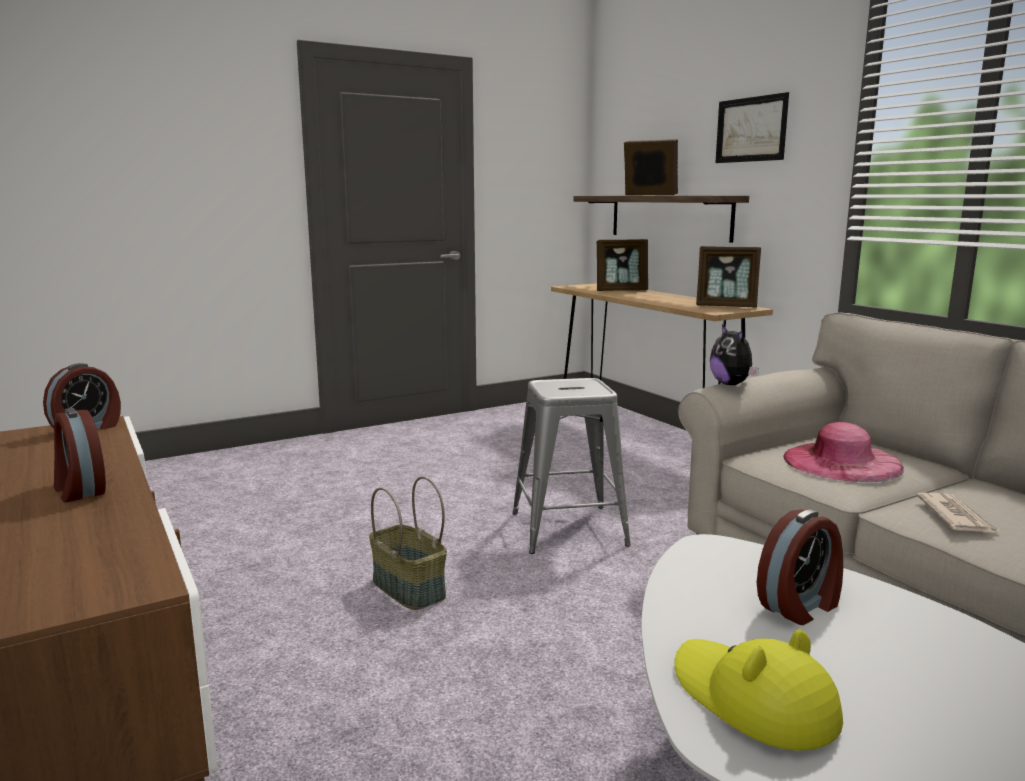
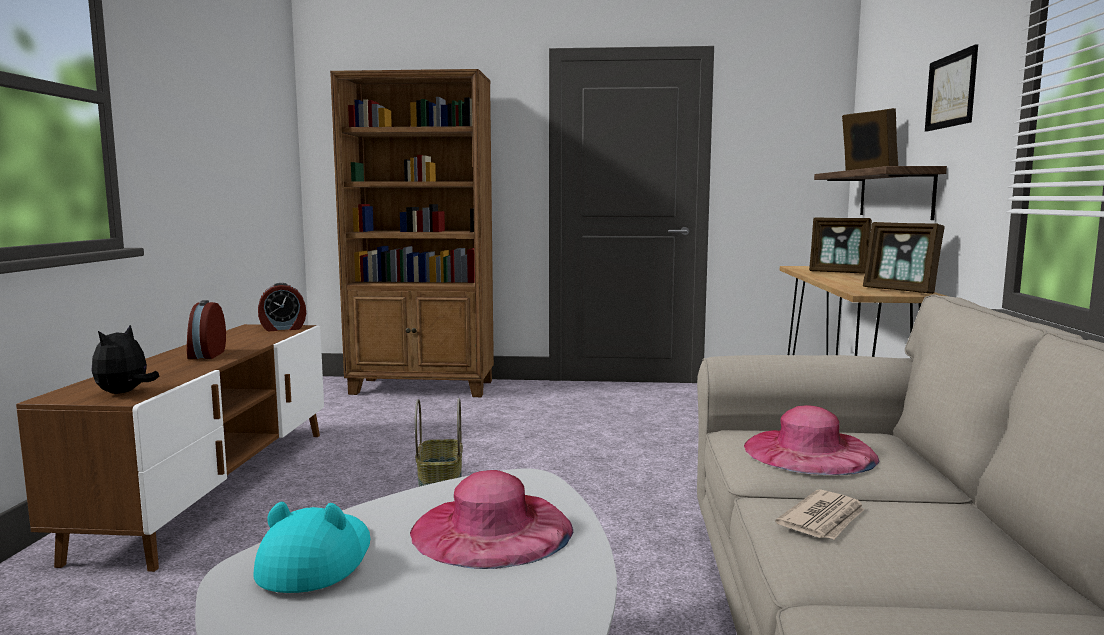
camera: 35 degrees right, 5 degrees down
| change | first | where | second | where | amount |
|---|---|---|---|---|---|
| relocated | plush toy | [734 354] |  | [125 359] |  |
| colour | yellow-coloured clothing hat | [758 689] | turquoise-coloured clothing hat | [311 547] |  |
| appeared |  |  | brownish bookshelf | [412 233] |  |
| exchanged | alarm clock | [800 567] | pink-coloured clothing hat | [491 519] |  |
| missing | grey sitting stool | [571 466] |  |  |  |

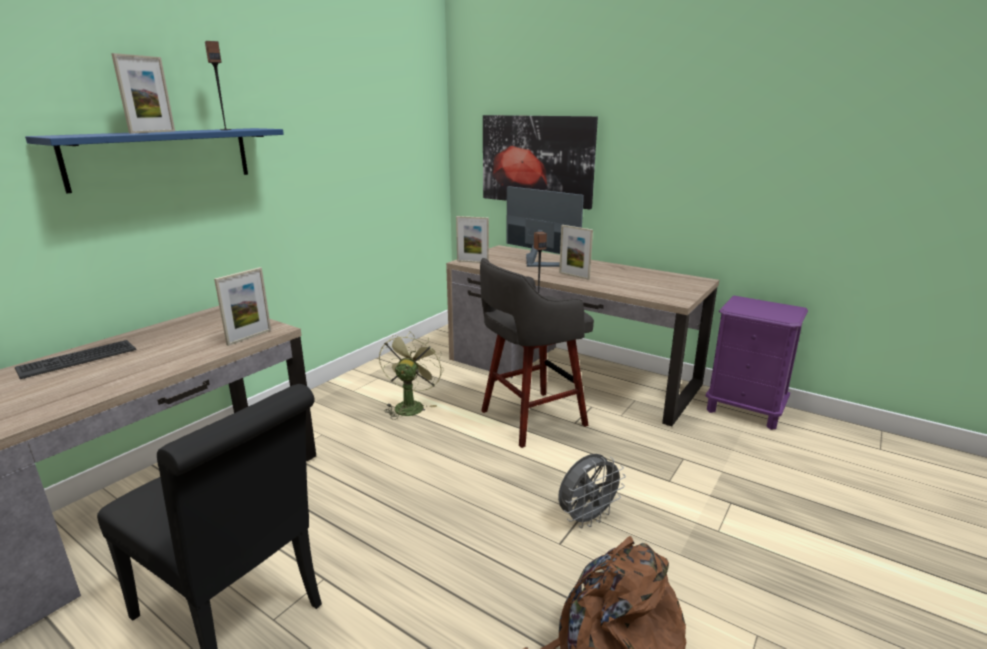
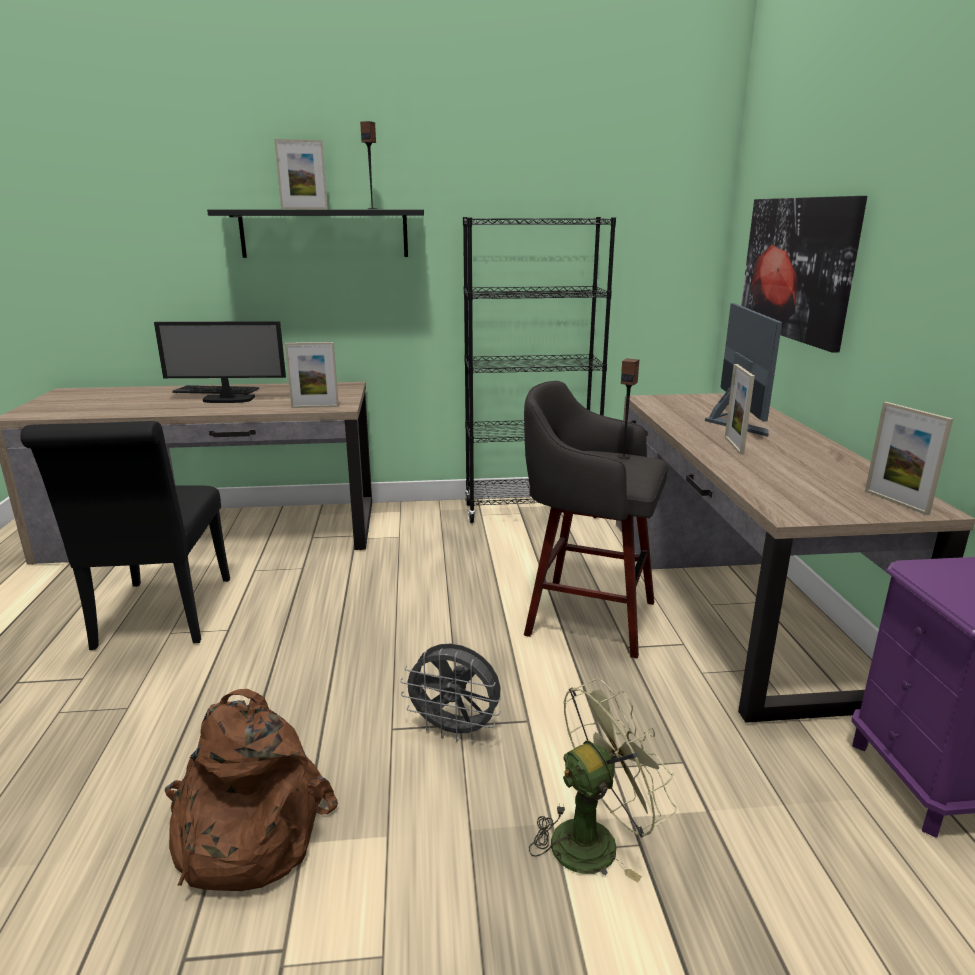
camera: 50 degrees right, 0 degrees up
| change | first | where | second | where | amount |
|---|---|---|---|---|---|
| appeared |  |  | computer display | [220 362] |  |
| colour | blue-coloured shelf | [154 160] | black-coloured shelf | [315 233] |  |
| appeared |  |  | black-coloured bookshelf | [539 370] |  |
| relocated | green electric fan | [411 375] |  | [602 780] |  |
| relocated | picture frame | [472 239] |  | [909 458] |  |

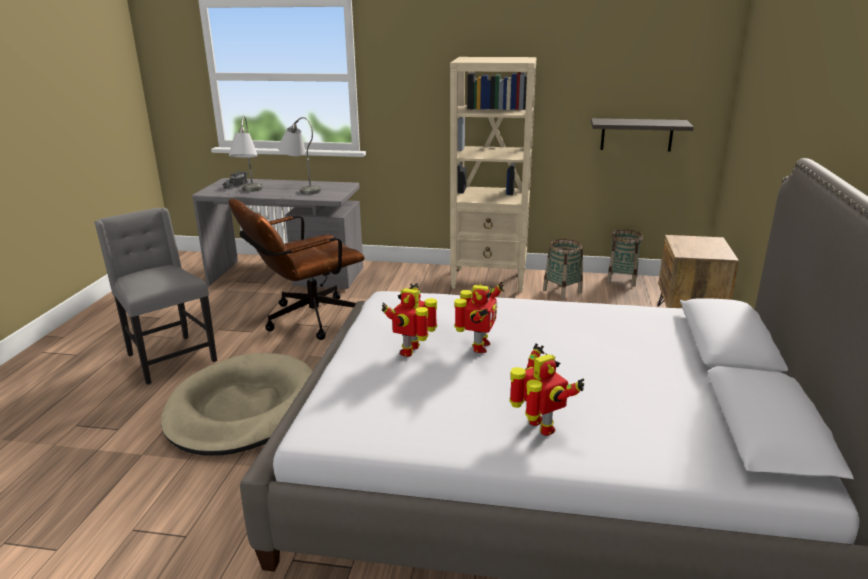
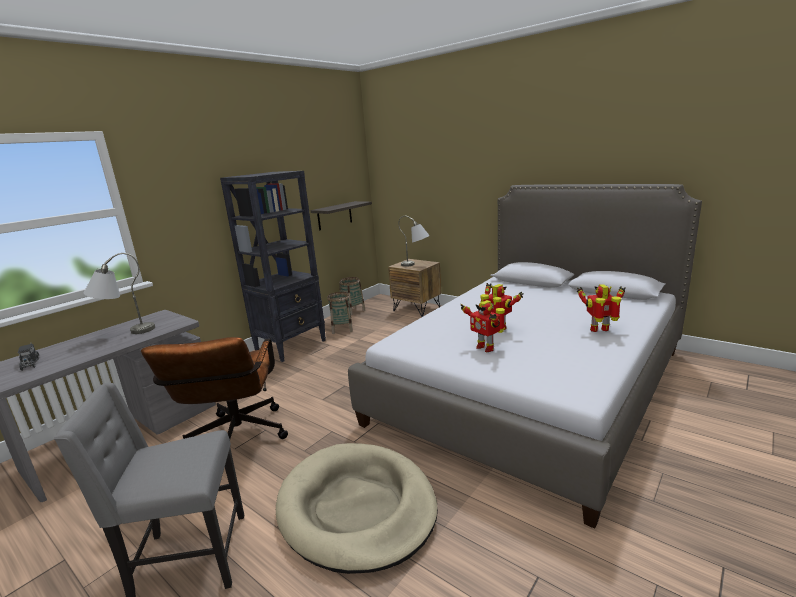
camera: 60 degrees left, 5 degrees down
| change | first | where | second | where | amount |
|---|---|---|---|---|---|
| colour | sand-coloured bookshelf | [493 174] | black-coloured bookshelf | [273 266] |  |
| relocated | grey table lamp | [246 154] |  | [414 241] |  |

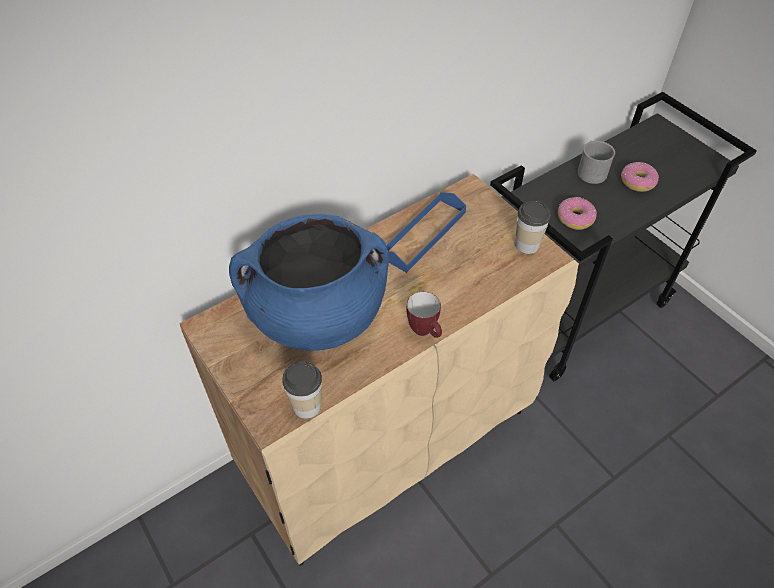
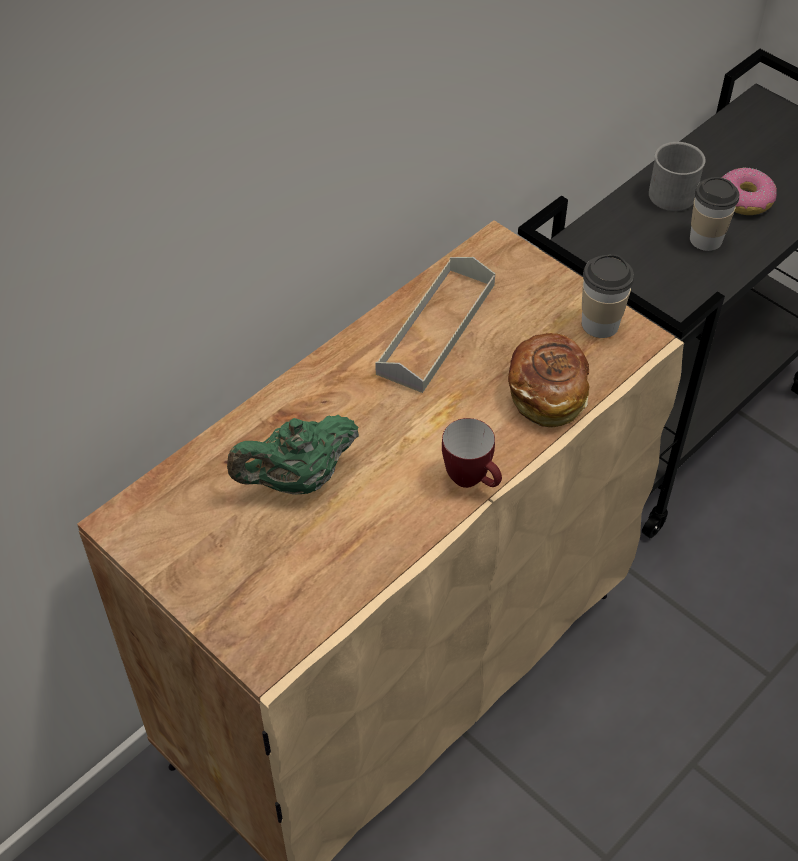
camera: 10 degrees left, 0 degrees up
| change | first | where | second | where | amount |
|---|---|---|---|---|---|
| exchanged | blue-coloured saucepot | [309 282] | green teapot | [293 455] |  |
| colour | blue-coloured tray | [426 232] | grey tray | [435 325] |  |
| appeared |  |  | baked bread | [548 380] |  |
| relocated | cup | [302 390] |  | [714 214] |  |
| missing | donut | [577 213] |  |  |  |

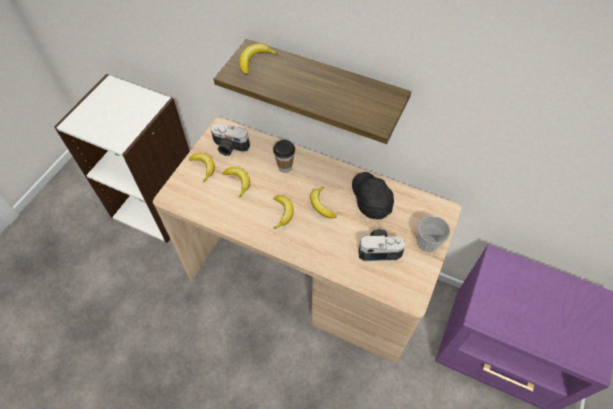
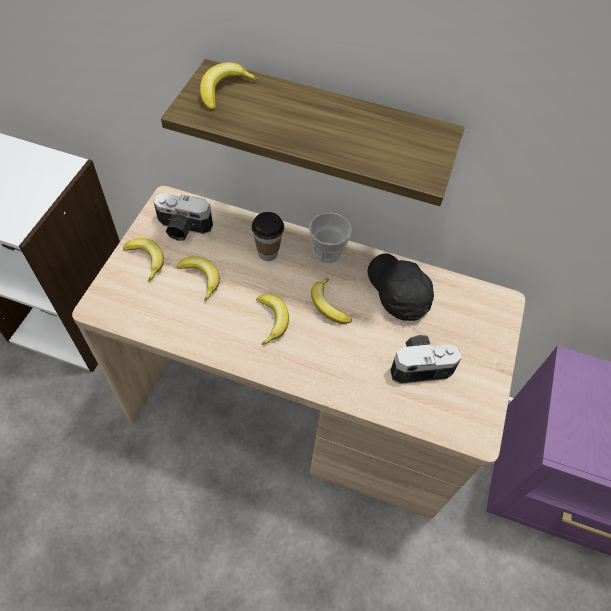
camera: 10 degrees left, 0 degrees up
| change | first | where | second | where | amount |
|---|---|---|---|---|---|
| relocated | cup | [434 234] |  | [330 238] |  |

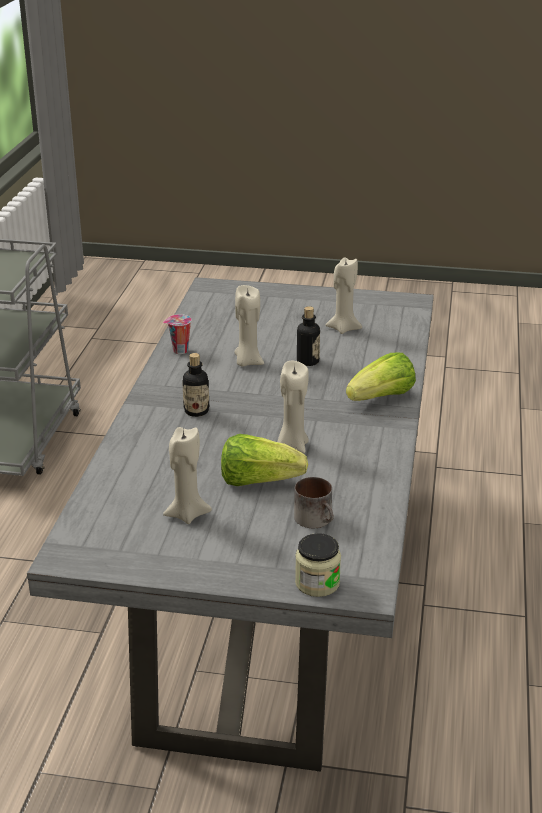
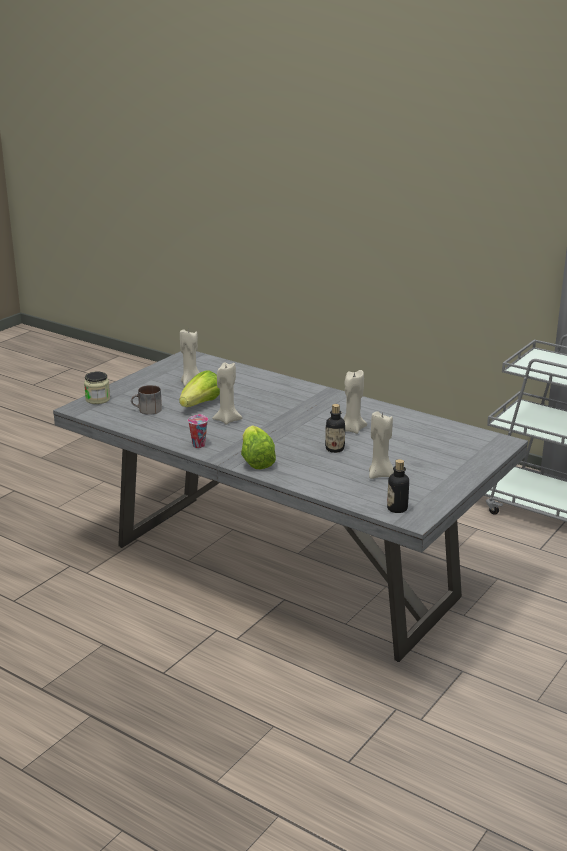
camera: 115 degrees right, 5 degrees down
| change | first | where | second | where | amount |
|---|---|---|---|---|---|
| relocated | cup | [177 334] |  | [198 431] |  |
| relocated | beverage bottle | [195 385] |  | [398 486] |  |

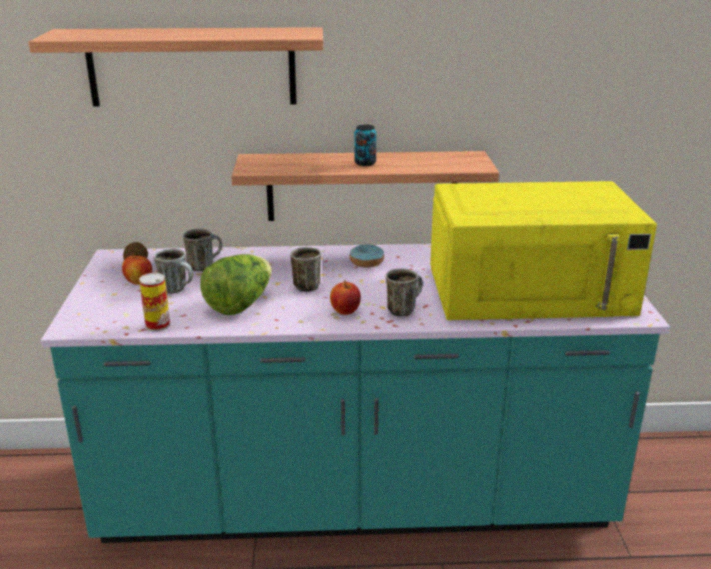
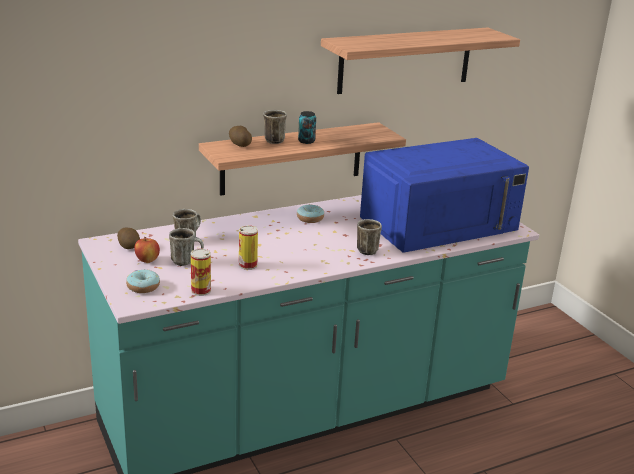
camera: 25 degrees left, 0 degrees up
| change | first | where | second | where | amount |
|---|---|---|---|---|---|
| appeared |  |  | donut | [143 281] |  |
| appeared |  |  | whole potato | [240 136] |  |
| exchanged | lettuce head | [236 284] | metal can | [248 247] |  |
| relocated | coffee mug | [305 269] |  | [275 127] |  |
| relocated | shelf | [175 67] |  | [420 60] |  |
| colour | yellow-coloured microwave oven | [543 250] | blue-coloured microwave oven | [444 195] |  |
| missing | whole apple | [345 297] |  |  |  |

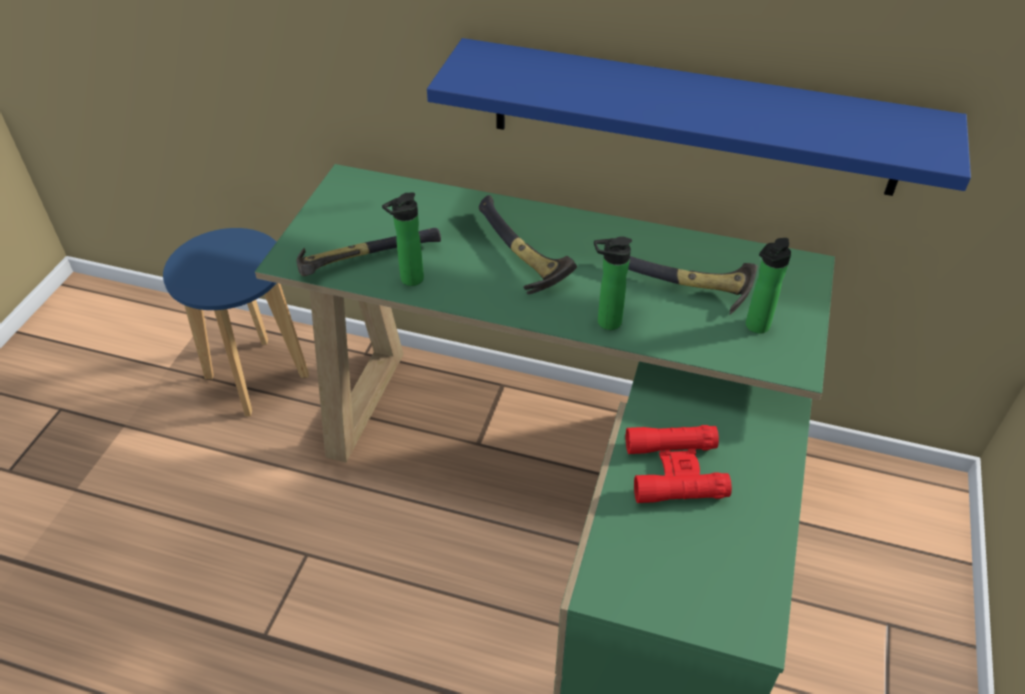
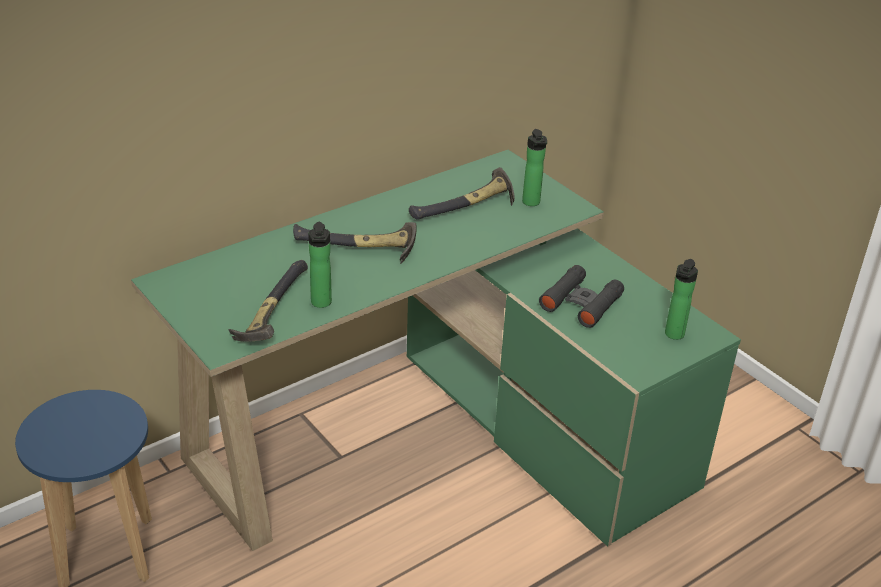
camera: 55 degrees left, 10 degrees down
| change | first | where | second | where | amount |
|---|---|---|---|---|---|
| colour | red binoculars | [679 464] | black-coloured binoculars | [581 296] |  |
| relocated | beverage bottle | [613 283] |  | [681 299] |  |
| missing | blue-coloured shelf | [699 117] |  |  |  |

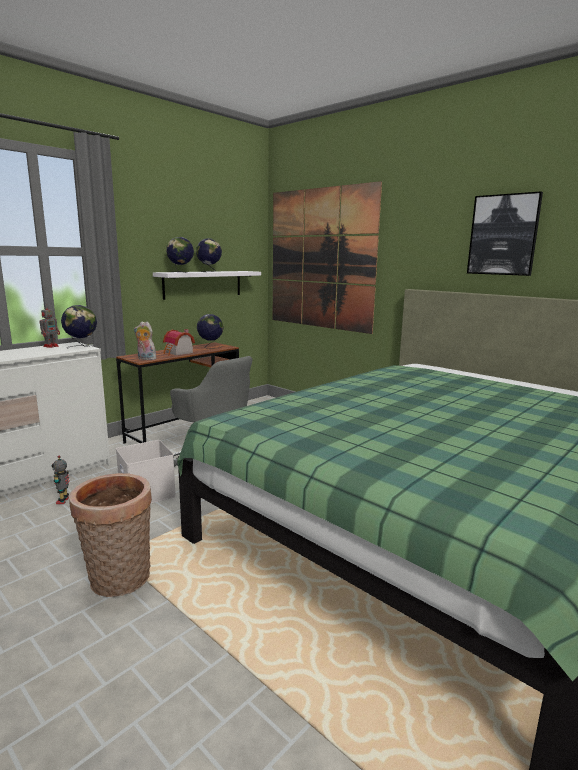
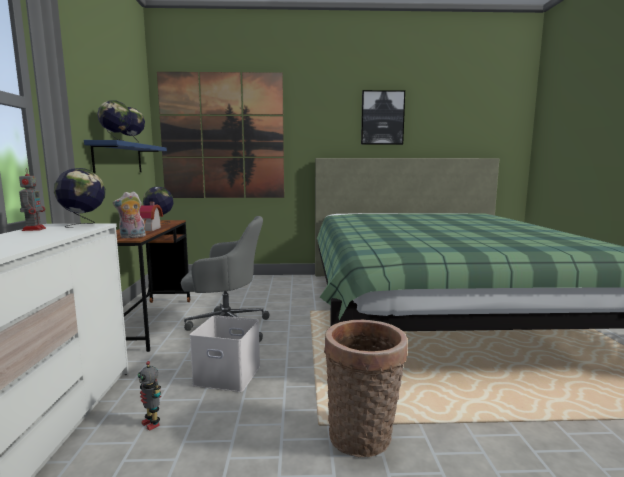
camera: 45 degrees left, 5 degrees down
| change | first | where | second | where | amount |
|---|---|---|---|---|---|
| colour | white shelf | [207 285] | blue-coloured shelf | [125 156] |  |

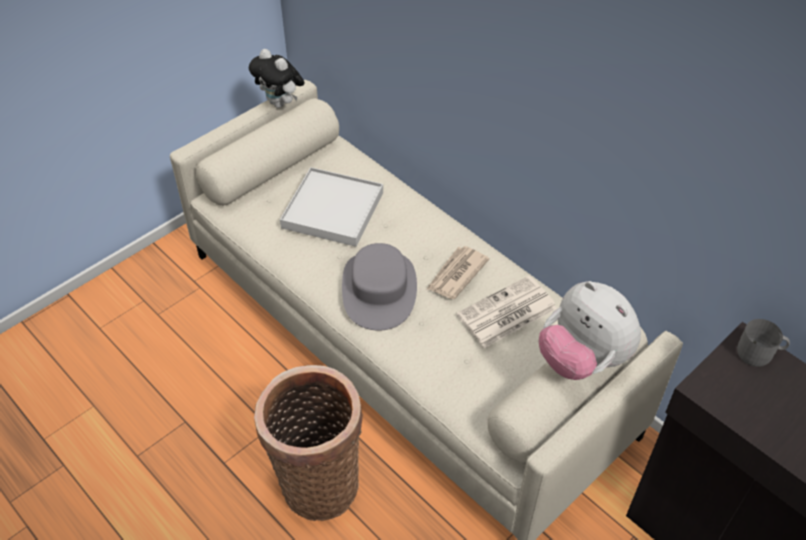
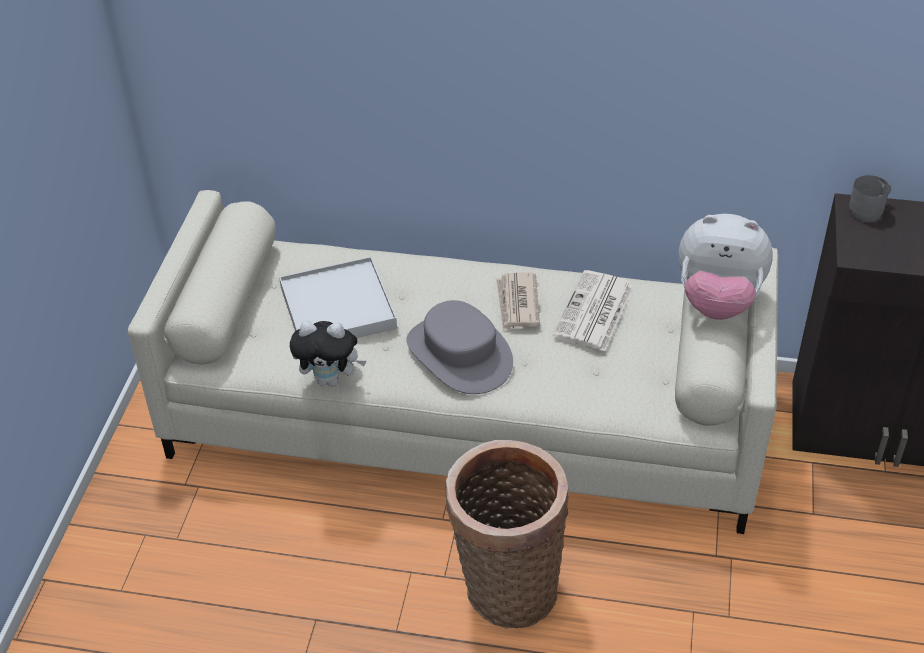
camera: 35 degrees left, 5 degrees down
| change | first | where | second | where | amount |
|---|---|---|---|---|---|
| relocated | plush toy | [277 78] |  | [328 354] |  |

